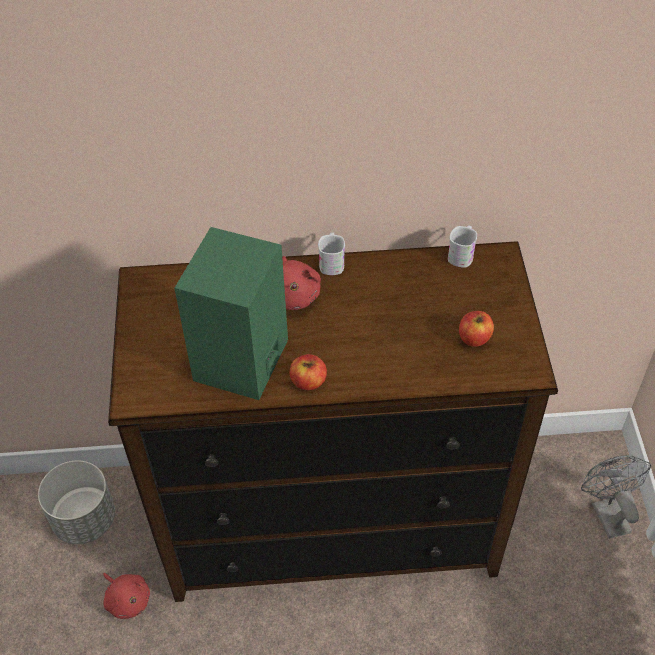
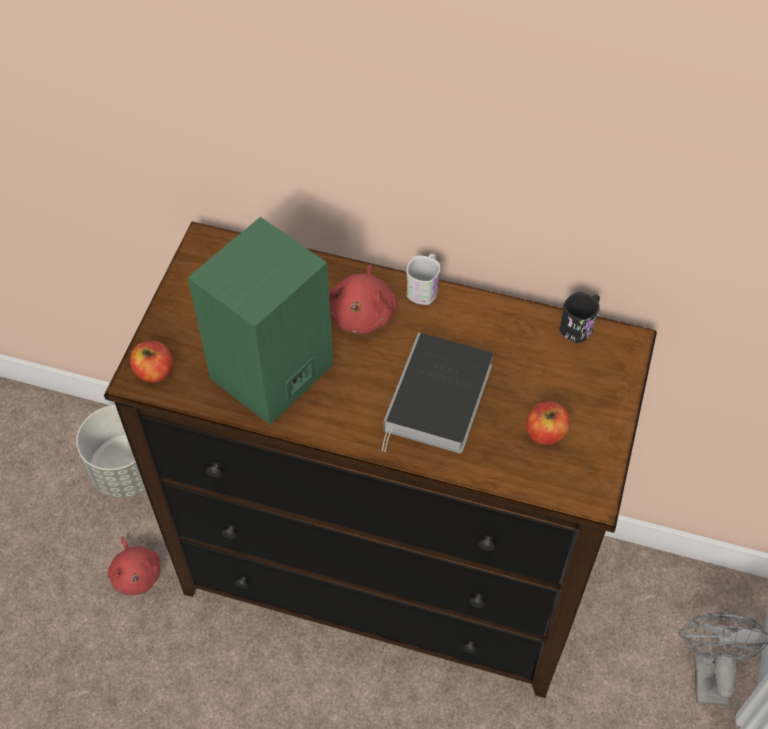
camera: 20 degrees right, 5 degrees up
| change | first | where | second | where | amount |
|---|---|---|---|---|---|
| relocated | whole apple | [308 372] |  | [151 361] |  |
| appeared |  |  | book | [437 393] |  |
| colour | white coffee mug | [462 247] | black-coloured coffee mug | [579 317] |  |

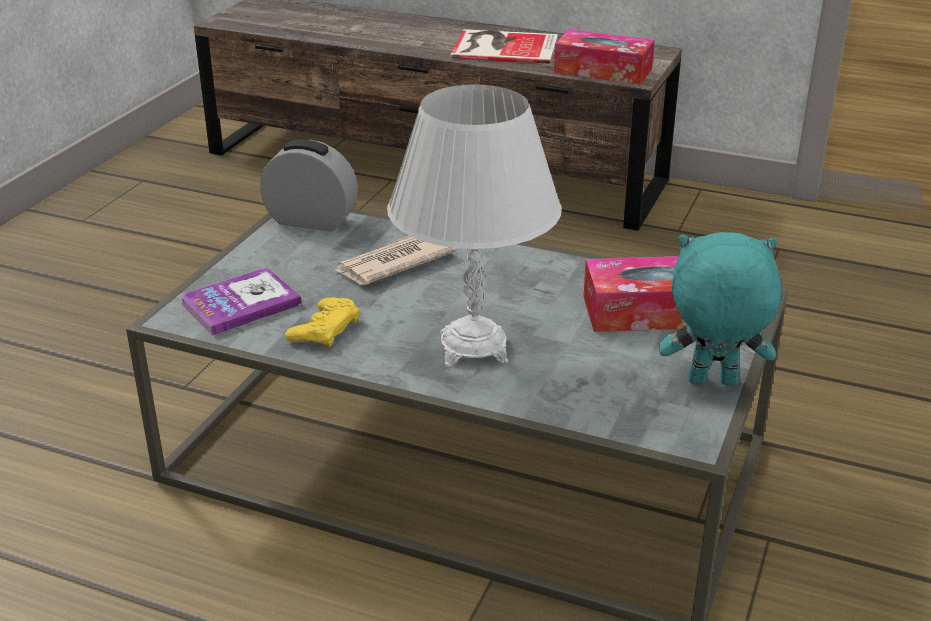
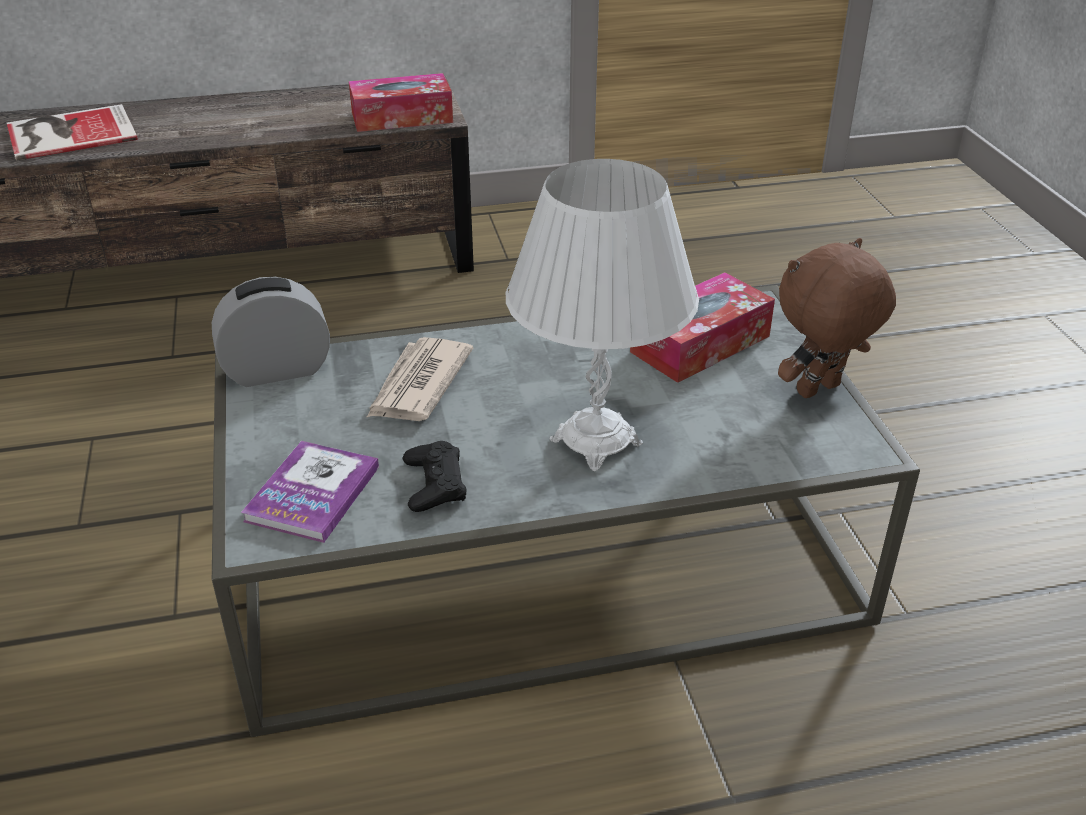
camera: 35 degrees left, 5 degrees up
| change | first | where | second | where | amount |
|---|---|---|---|---|---|
| relocated | book | [504 46] |  | [72 132] |  |
| colour | yellow-coloured game controller | [322 322] | black-coloured game controller | [434 476] |  |
| colour | turquoise-coloured plush toy | [720 308] | brownish plush toy | [837 318] |  |

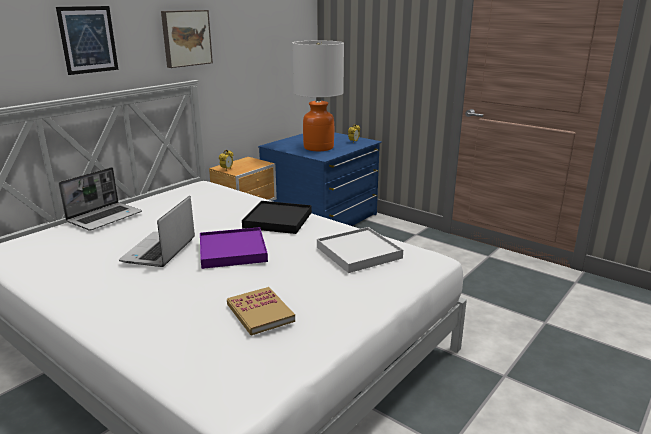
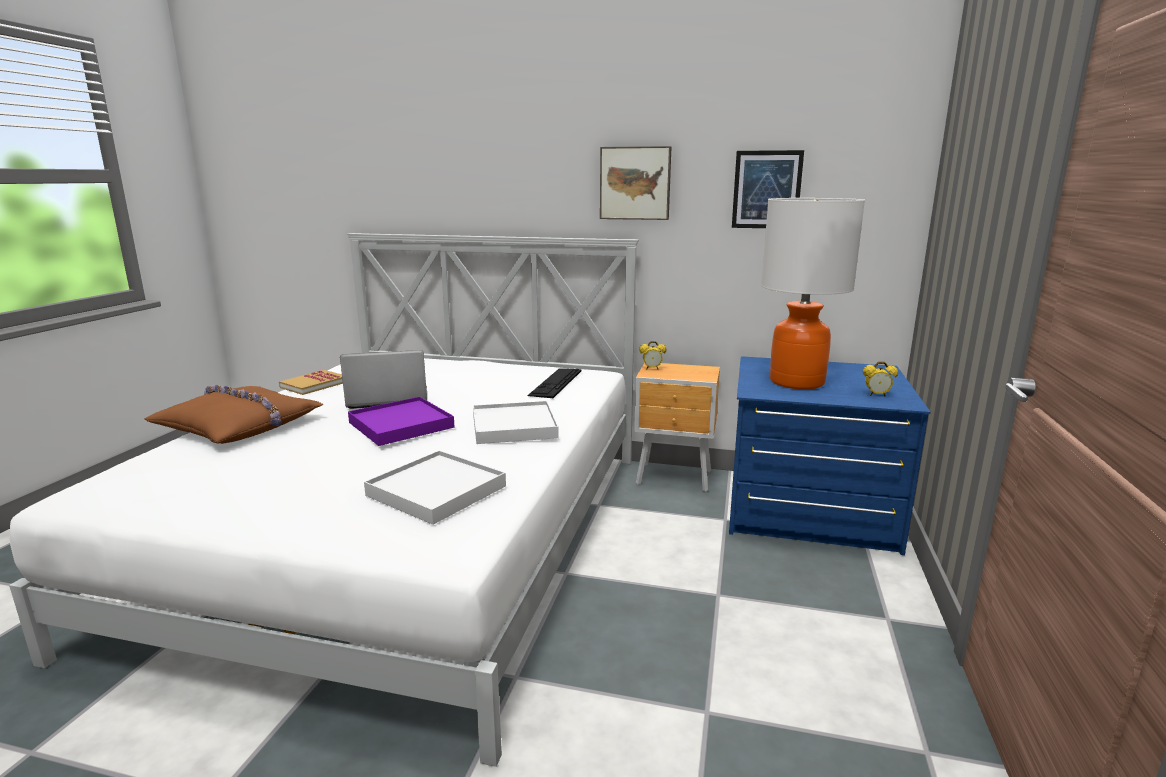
camera: 65 degrees right, 5 degrees down
| change | first | where | second | where | amount |
|---|---|---|---|---|---|
| appeared |  |  | brownish pillow | [234 414] |  |
| relocated | book | [261 311] |  | [311 382] |  |
| colour | black-coloured tray | [277 217] | white tray | [516 422] |  |
| appeared |  |  | keyboard | [554 383] |  |
| relocated | wall picture | [87 40] |  | [768 189] |  |
| missing | portable computer | [100 198] |  |  |  |

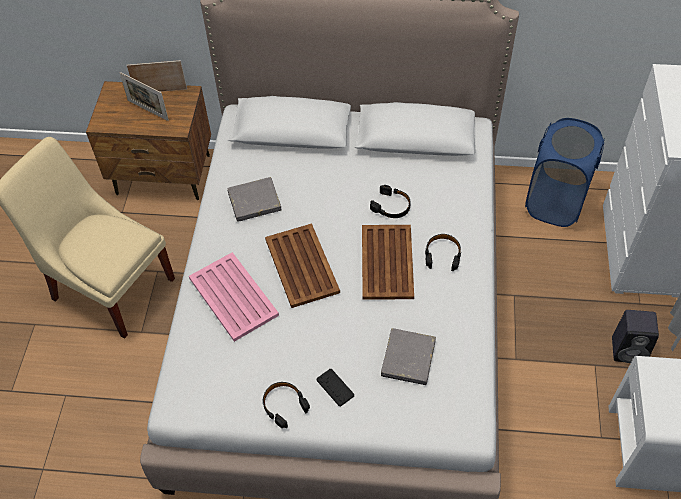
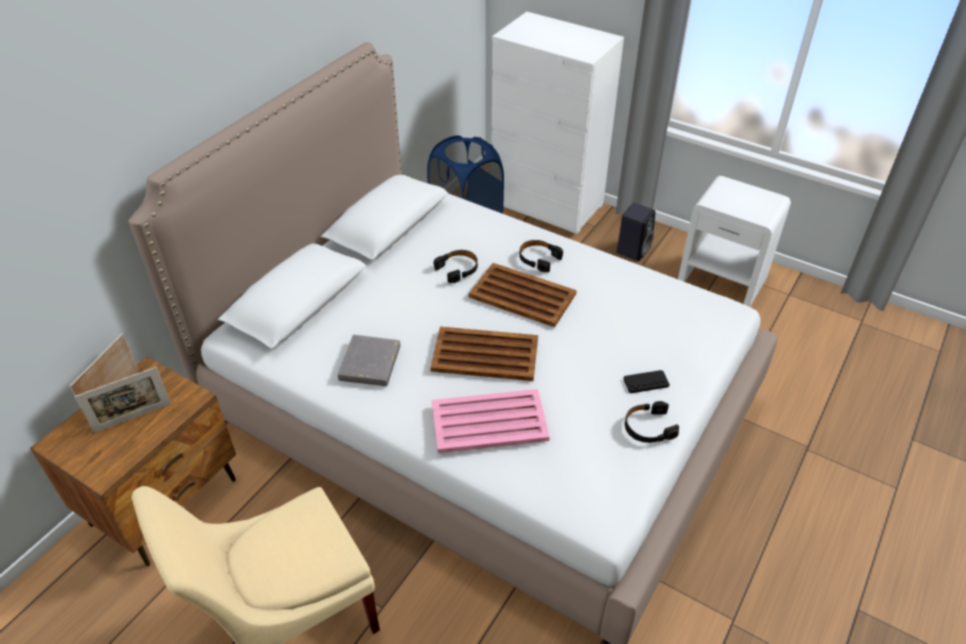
camera: 65 degrees left, 10 degrees down
| change | first | where | second | where | amount |
|---|---|---|---|---|---|
| missing | grey book | [408 356] |  |  |  |

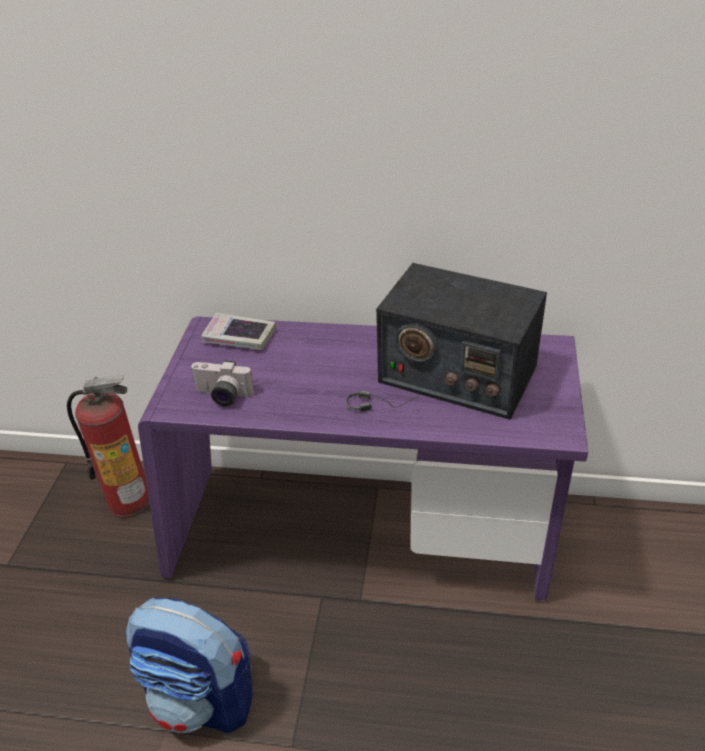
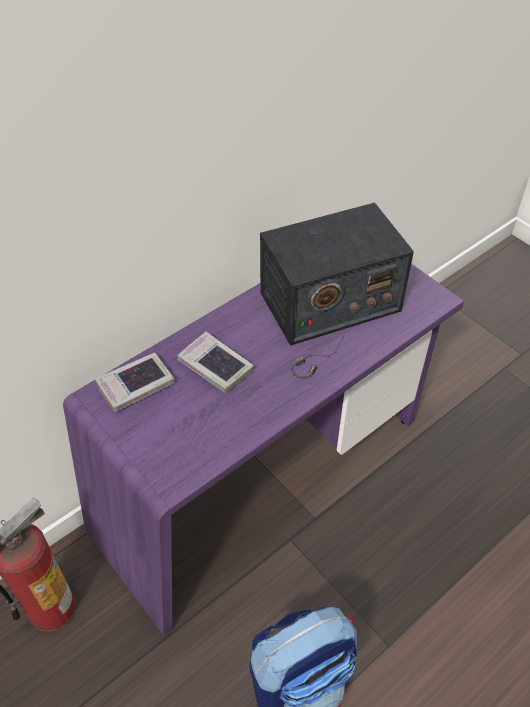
camera: 50 degrees left, 10 degrees up
| change | first | where | second | where | amount |
|---|---|---|---|---|---|
| appeared |  |  | book | [216 362] |  |
| missing | still camera | [222 383] |  |  |  |

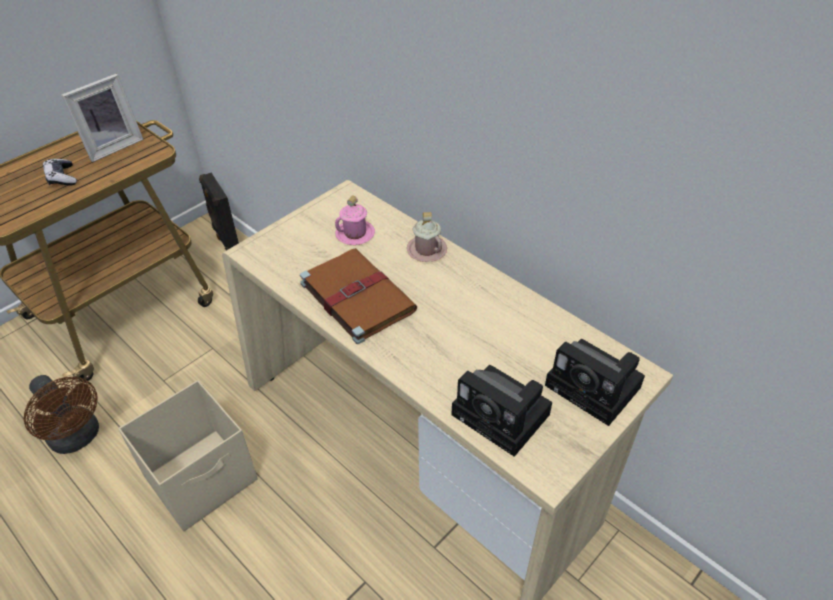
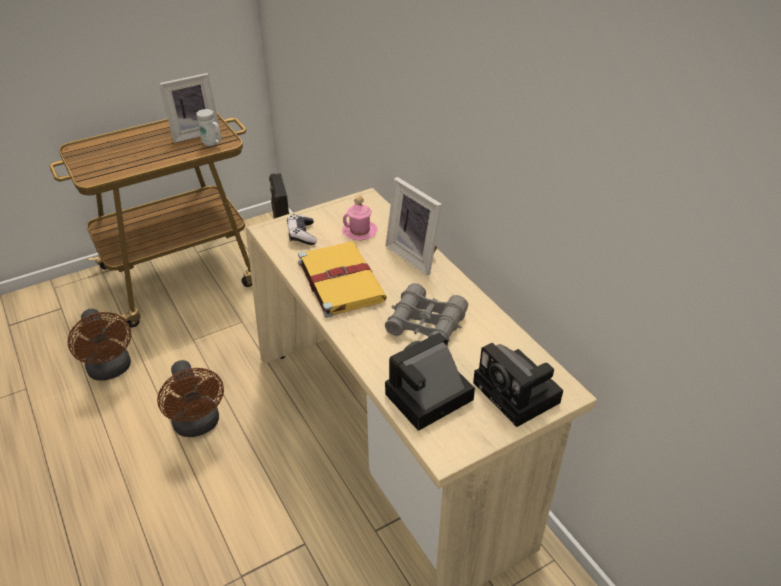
camera: 15 degrees right, 5 degrees down
| change | first | where | second | where | amount |
|---|---|---|---|---|---|
| exchanged | sand-coloured storage bin | [188 455] | brownish electric fan | [190 398] |  |
| appeared |  |  | white coffee mug | [208 127] |  |
| relocated | game controller | [60 172] |  | [302 229] |  |
| colour | brownish book | [358 296] | yellow-coloured book | [342 280] |  |
| exchanged | pink-coloured coffee mug | [427 237] | picture frame | [413 226] |  |
| appeared |  |  | grey binoculars | [426 312] |  |
| spun | still camera | [501 411] |  | [430 382] | 90 degrees clockwise |

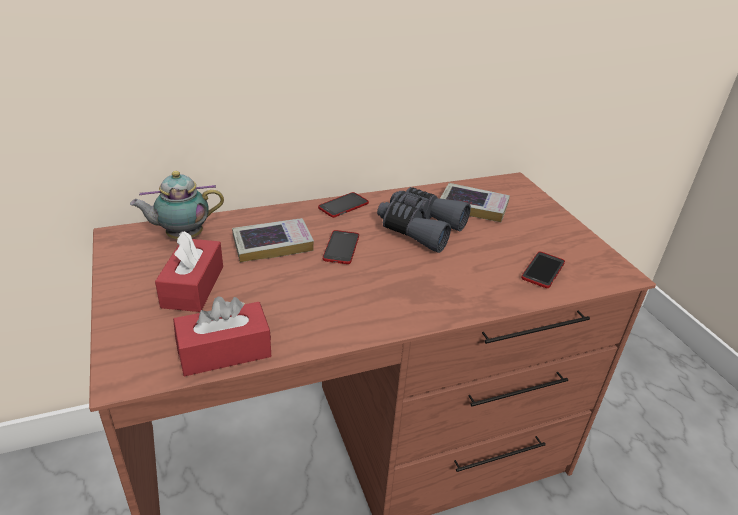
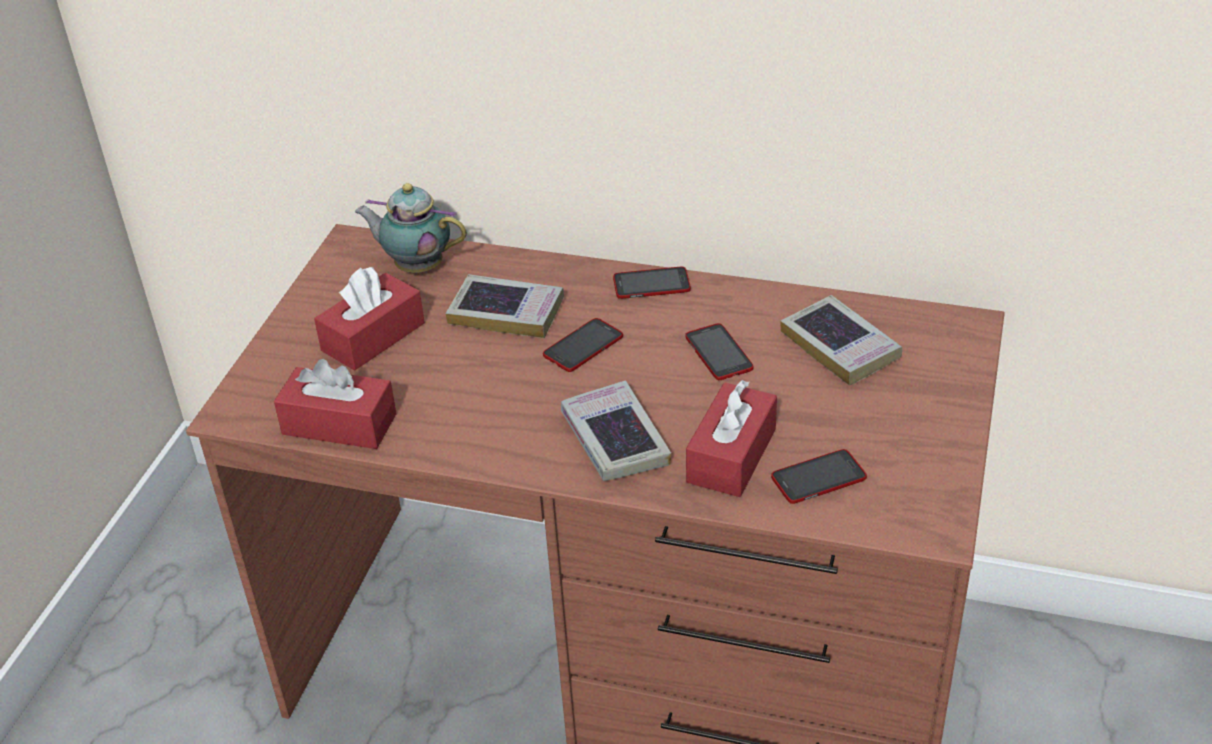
camera: 40 degrees right, 5 degrees up
| change | first | where | second | where | amount |
|---|---|---|---|---|---|
| appeared |  |  | book | [616 430] |  |
| exchanged | grey binoculars | [424 220] | handset | [719 351] |  |
| appeared |  |  | red tissue box | [731 438] |  |

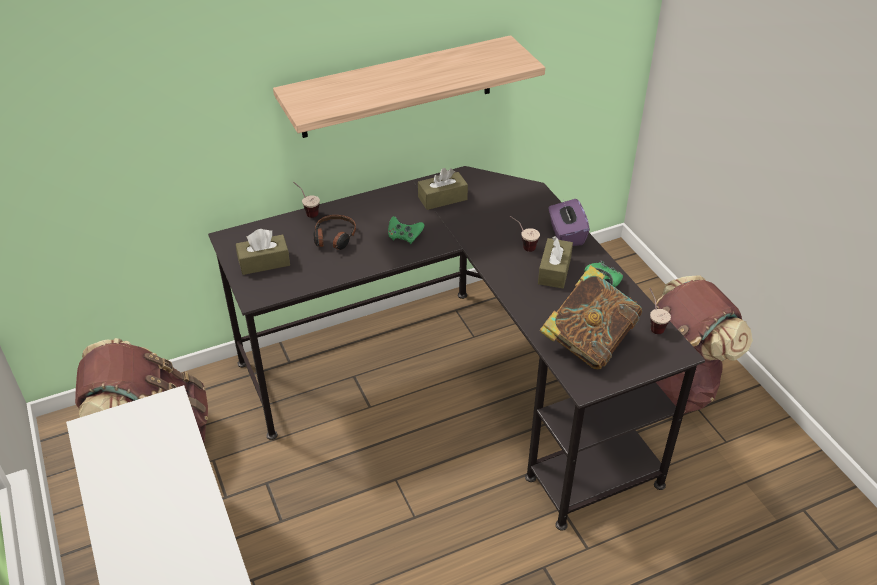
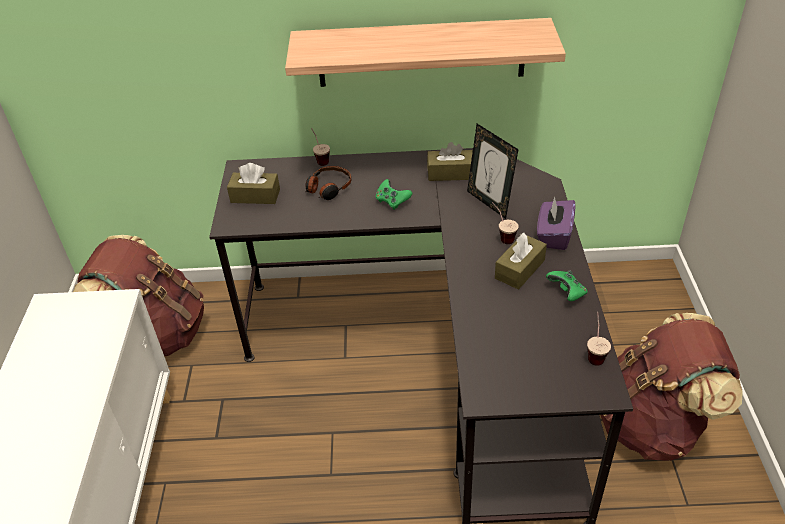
camera: 25 degrees right, 0 degrees up
| change | first | where | second | where | amount |
|---|---|---|---|---|---|
| appeared |  |  | picture frame | [493 171] |  |
| missing | book | [590 317] |  |  |  |

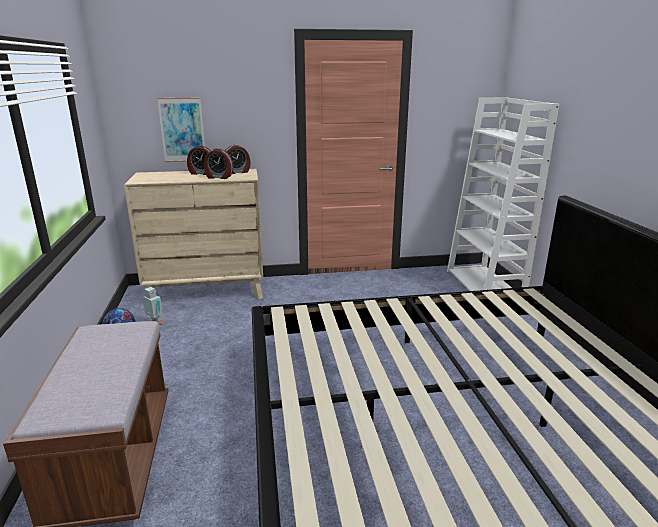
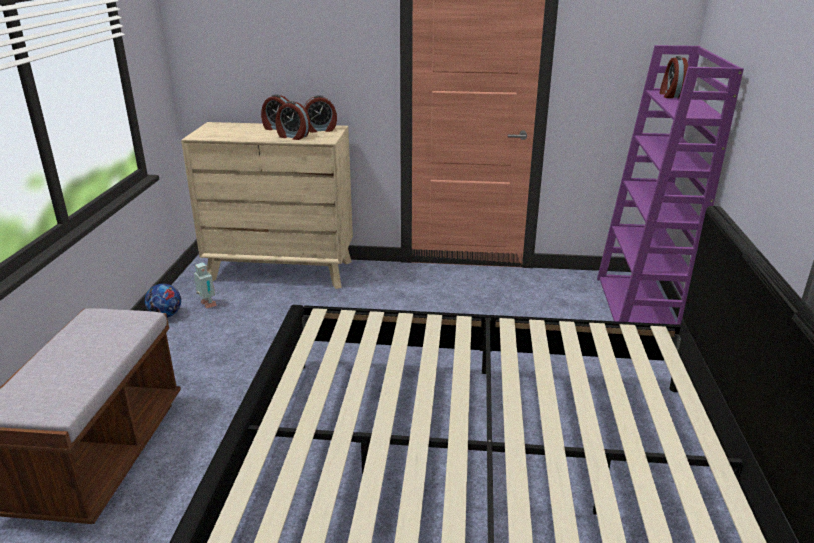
camera: 15 degrees right, 5 degrees up
| change | first | where | second | where | amount |
|---|---|---|---|---|---|
| colour | white bookshelf | [503 194] | purplish bookshelf | [670 185] |  |
| appeared |  |  | alarm clock | [674 77] |  |
| missing | wall picture | [181 130] |  |  |  |

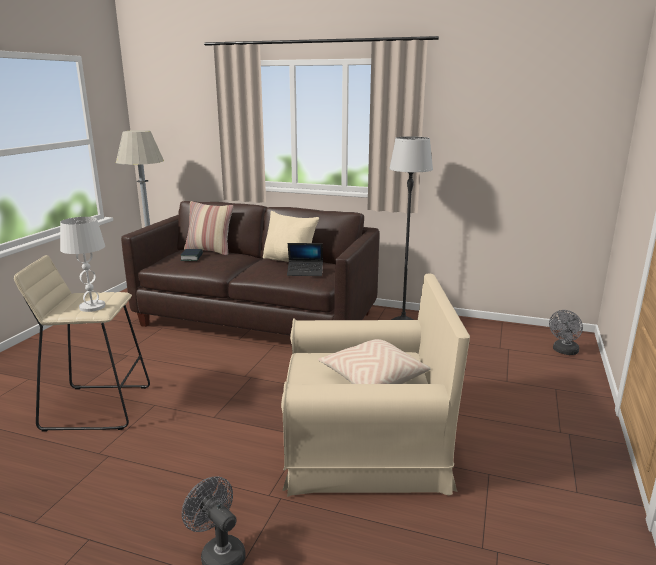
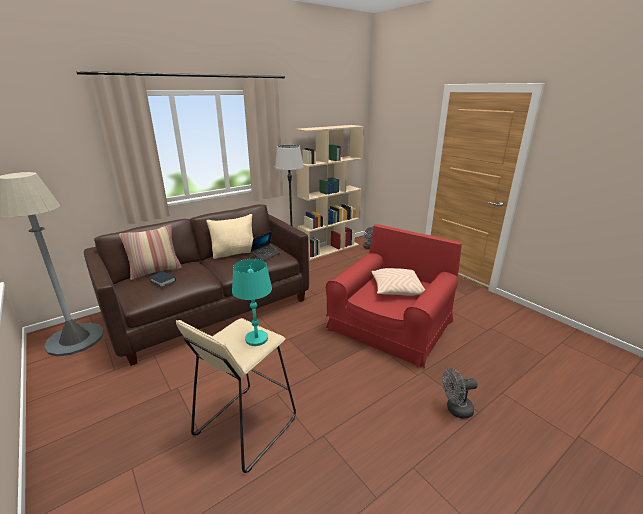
camera: 55 degrees left, 5 degrees up
| change | first | where | second | where | amount |
|---|---|---|---|---|---|
| colour | white table lamp | [82 264] | turquoise-coloured table lamp | [252 302] |  |
| appeared |  |  | sand-coloured bookshelf | [329 193] |  |
| colour | sand-coloured armchair | [375 385] | red armchair | [394 296] |  |

